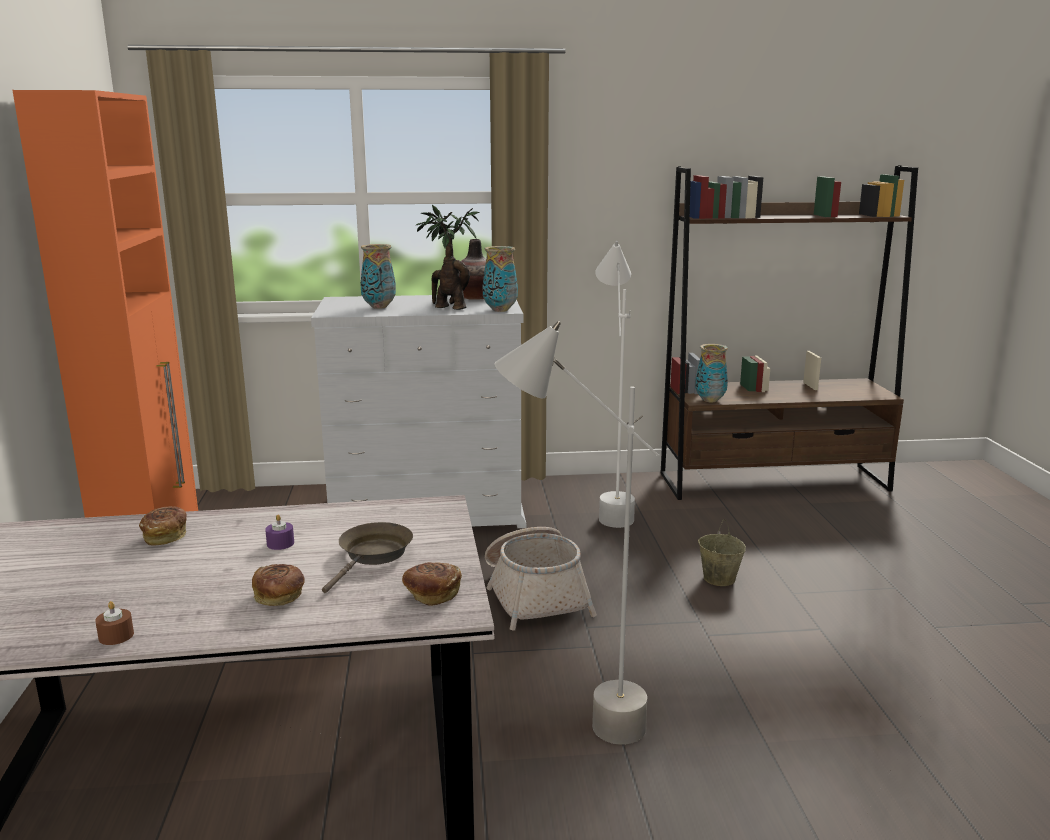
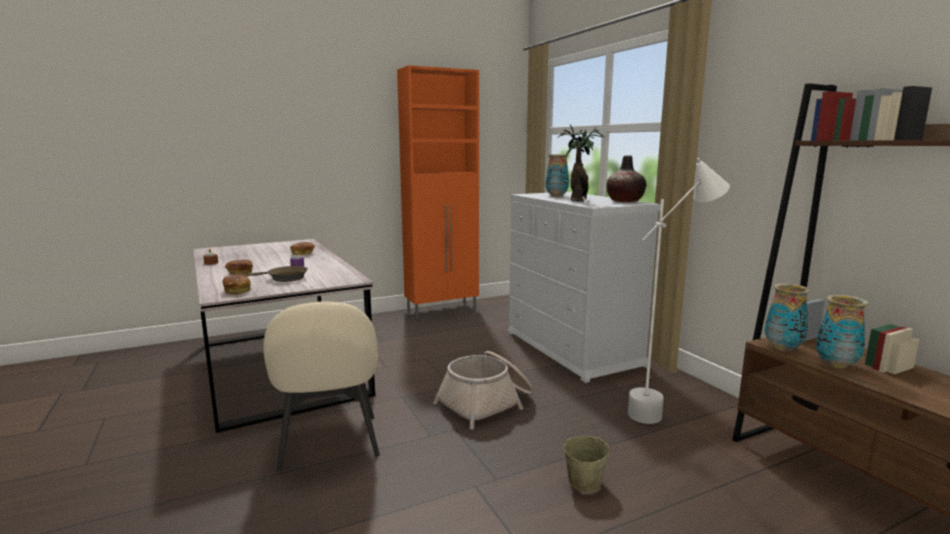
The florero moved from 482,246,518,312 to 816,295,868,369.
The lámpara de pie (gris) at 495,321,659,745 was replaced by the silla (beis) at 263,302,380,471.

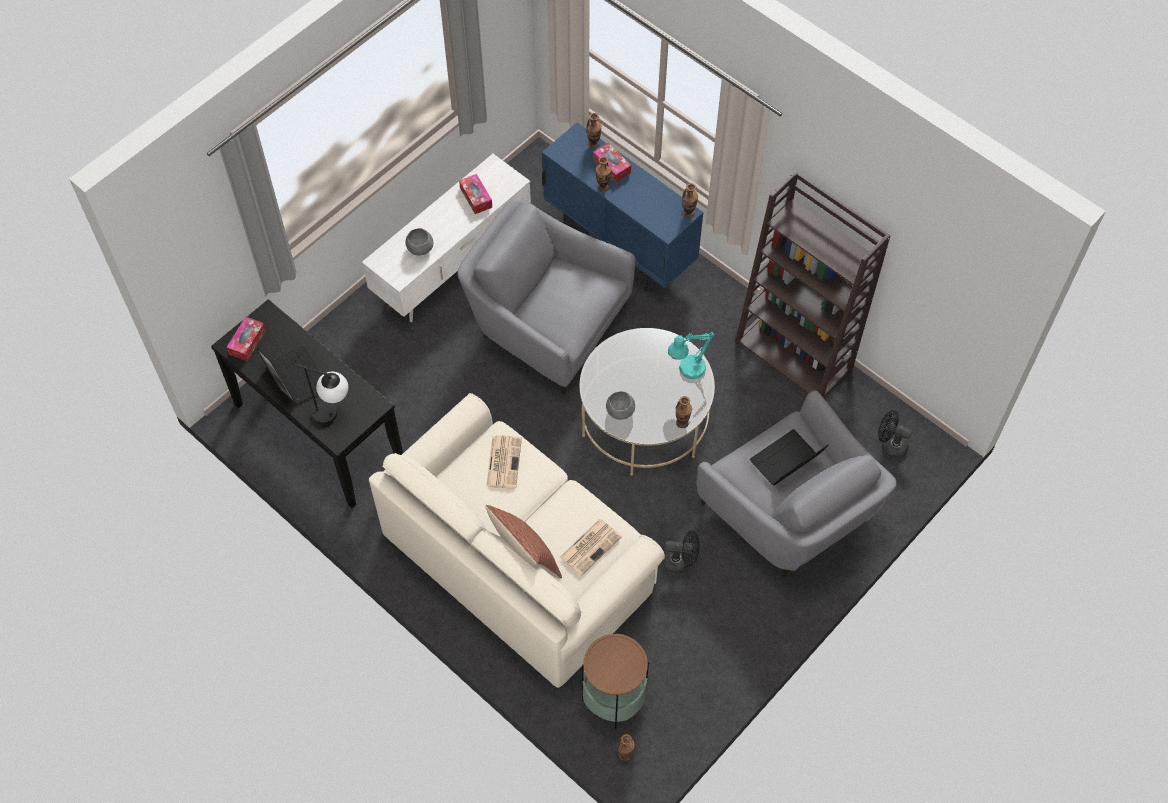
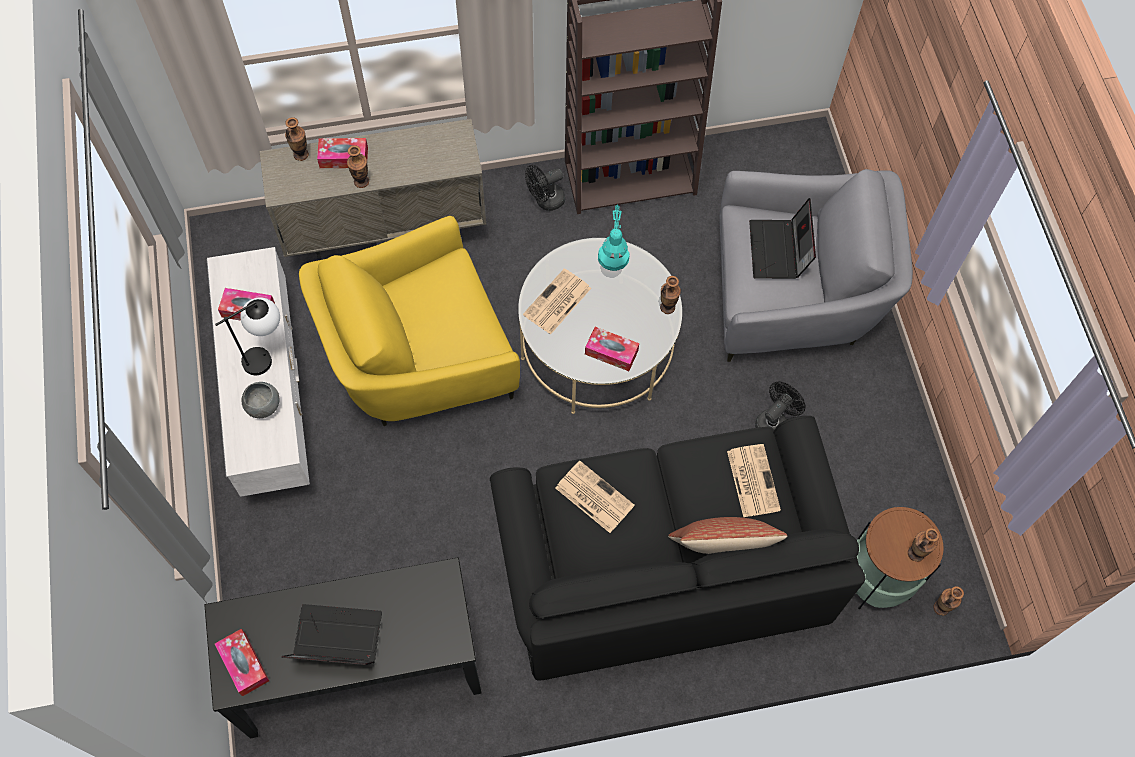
The periódico at 523,268,591,335 appeared.
The lámpara de mesa moved from 296,365,348,425 to 215,297,280,375.
The florero moved from 682,183,698,218 to 908,528,940,562.
The ventilador (negro) moved from 878,410,912,458 to 525,165,565,211.
The cuenco (gris) at 606,391,635,420 was replaced by the caja de pañuelos at 585,327,639,371.
The sofá (beis) at 369,393,665,688 became the sofá (negro) at 490,416,866,681.
The sillón (gris) at 458,198,636,395 became the sillón (amarillo) at 299,216,520,426.
The armario (azul) at 542,122,704,292 became the armario (beis) at 260,119,486,260.

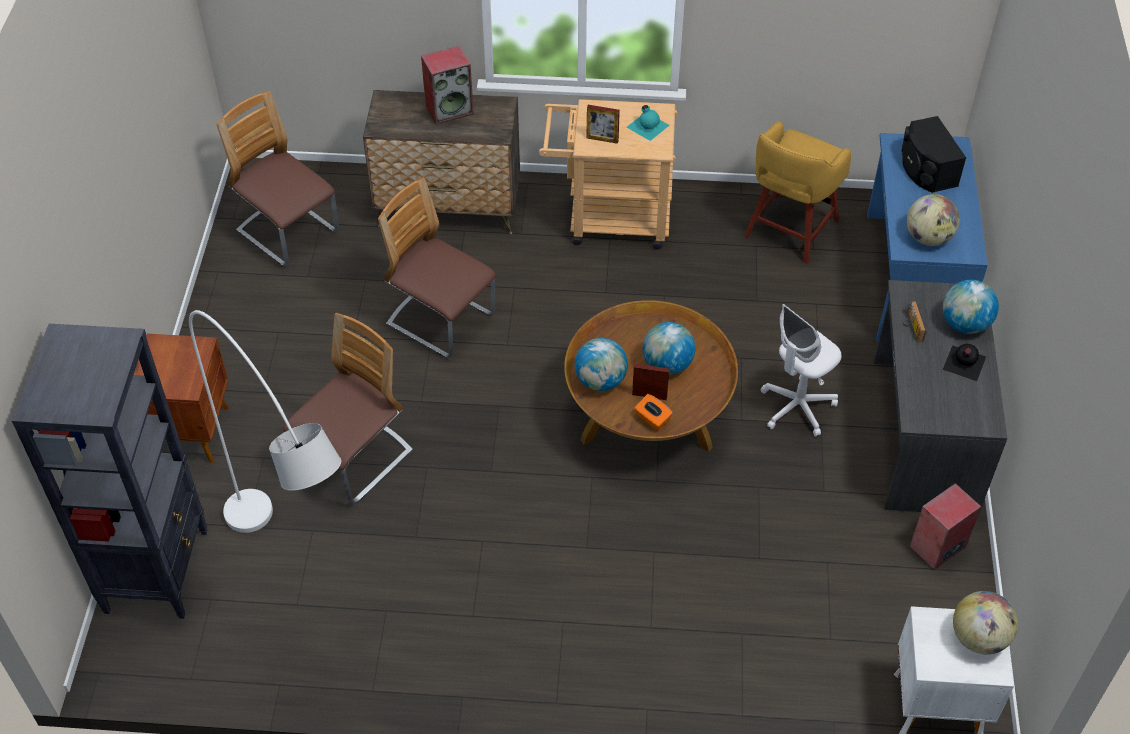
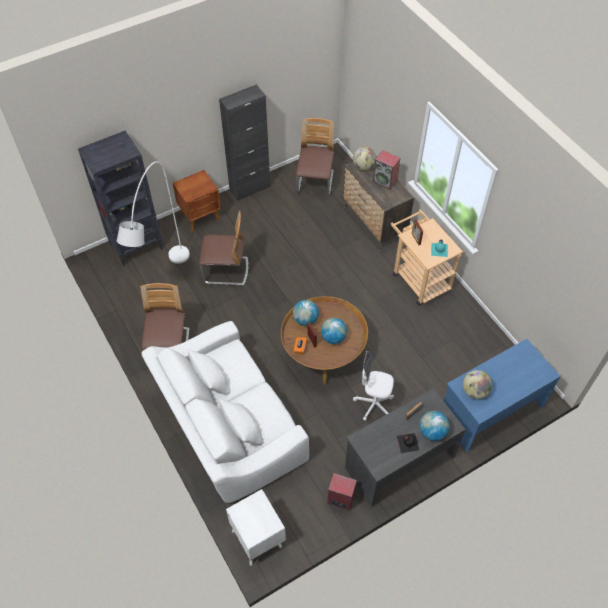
The taburete (amarillo) at 744,121,851,264 disappeared.
The altavoz (negro) at 902,116,966,193 disappeared.
The sofá (blanco) at 142,321,309,503 appeared.
The armario (negro) at 219,85,270,201 appeared.
The silla moved from 378,177,496,358 to 140,283,189,350.
The globo terráqueo moved from 953,591,1018,654 to 353,147,376,171.

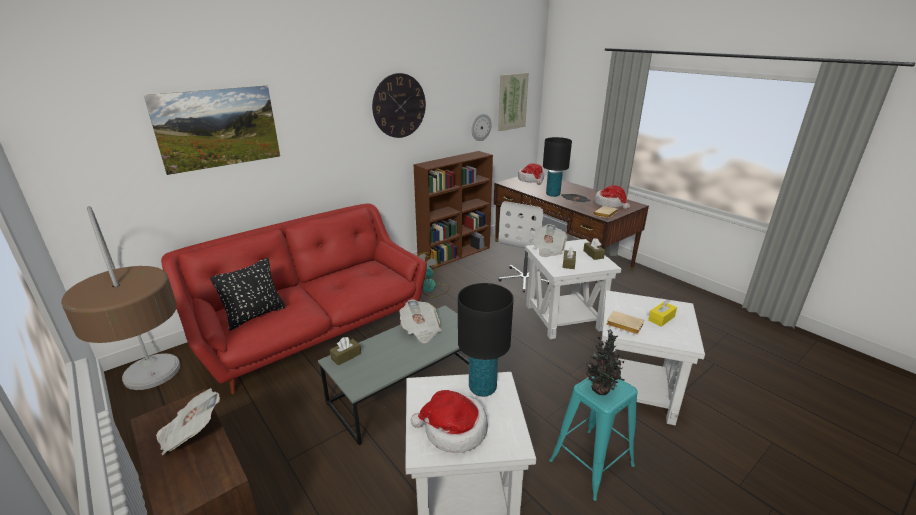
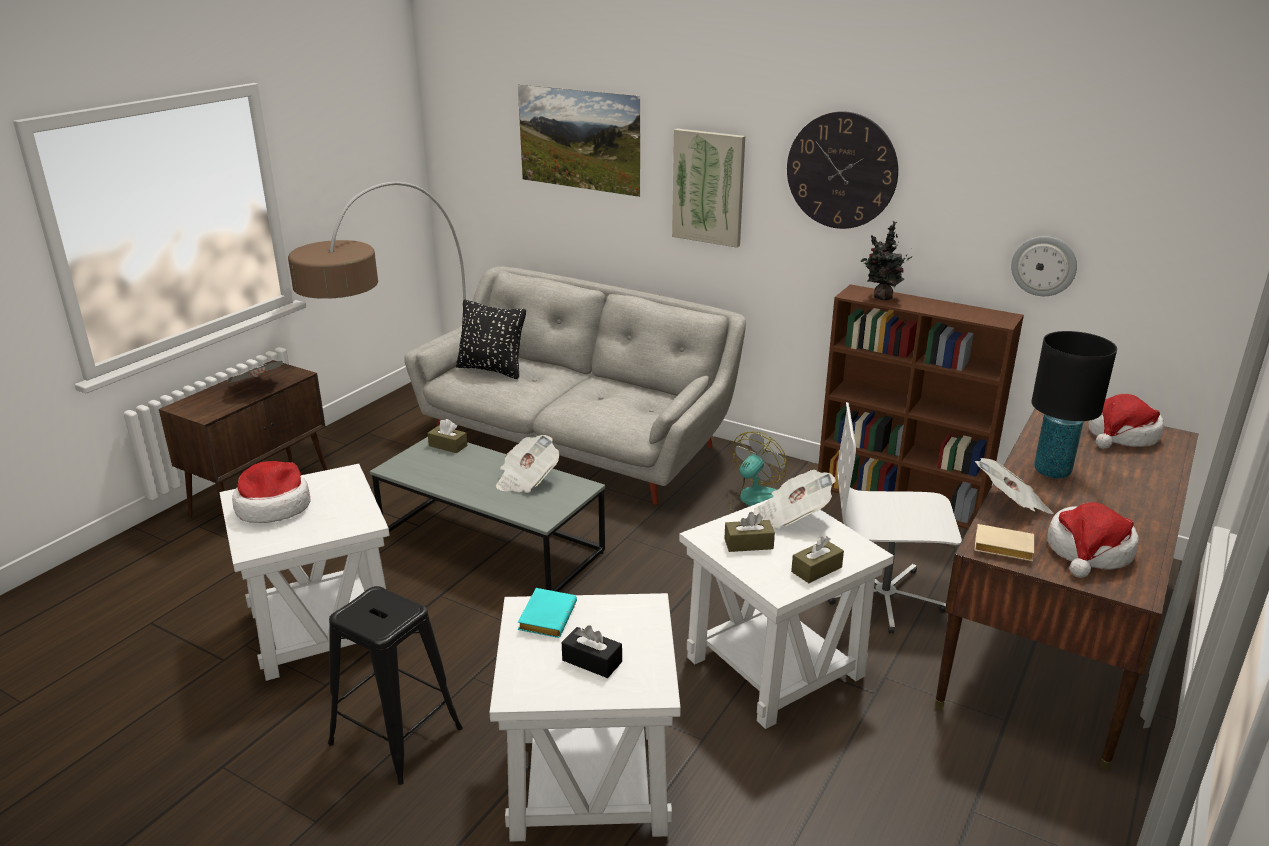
The lámpara de mesa (negro) at 458,283,514,397 disappeared.
The cuadro moved from 498,73,529,131 to 672,129,745,248.
The planta en maceta moved from 585,329,624,395 to 861,221,913,300.
The sofá (rojo) at 161,204,427,394 became the sofá (gris) at 404,266,746,505.
The taburete (turquesa) at 549,375,637,501 became the taburete (negro) at 328,586,463,785.
The libro (beis) at 606,311,644,335 became the libro (turquesa) at 518,588,577,638.
The caja de pañuelos (amarillo) at 648,299,677,327 became the caja de pañuelos (negro) at 562,625,622,678.

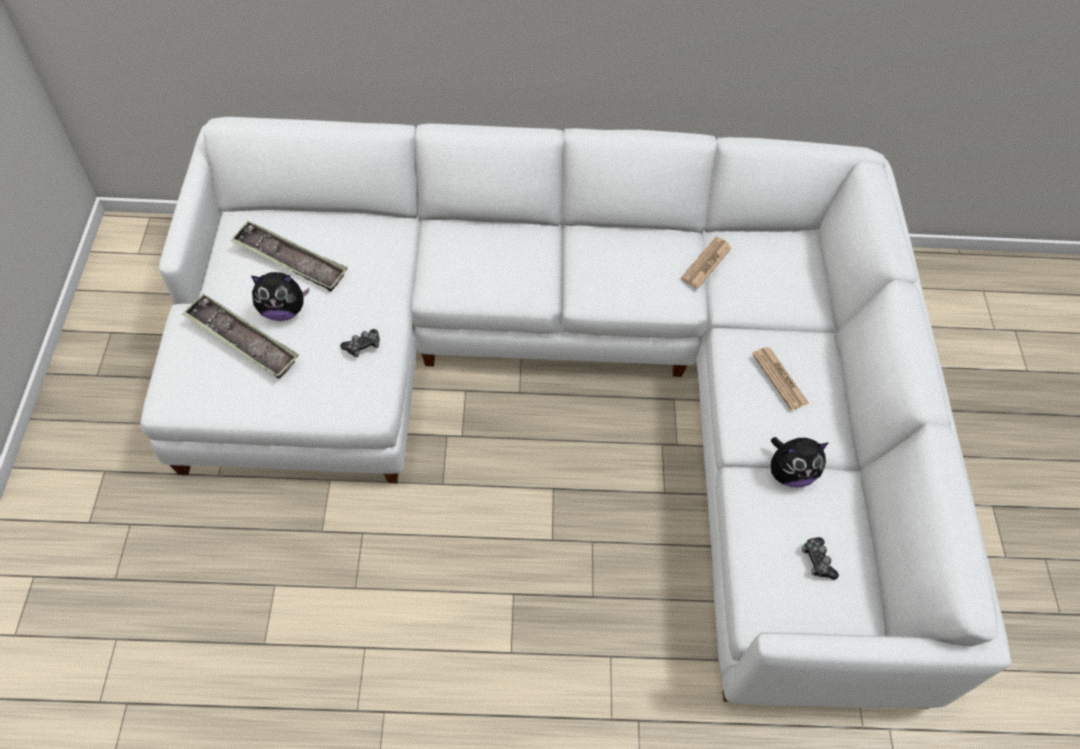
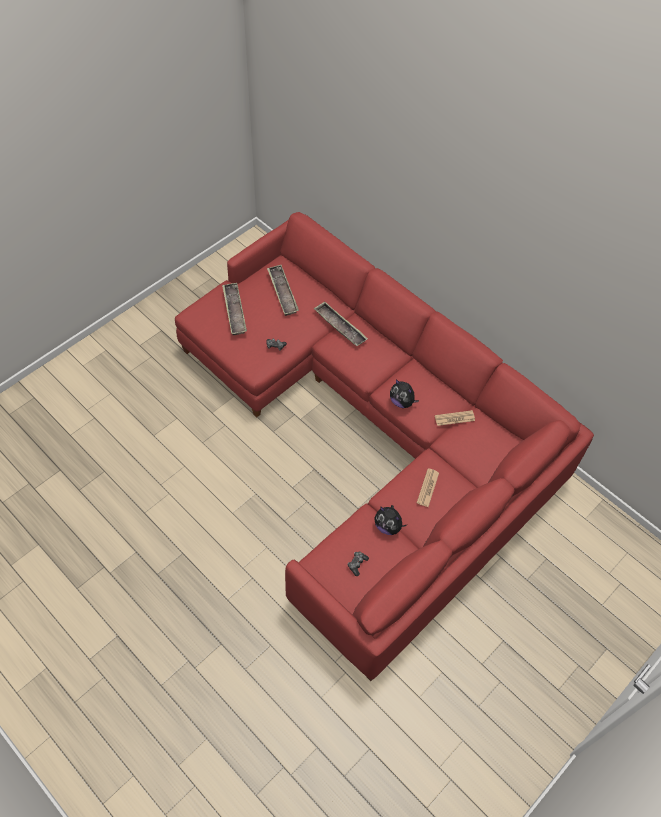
The bandeja at 314,301,368,346 appeared.
The peluche moved from 251,272,309,321 to 390,379,419,408.
The sofá (blanco) at 140,117,1011,709 became the sofá (rojo) at 175,212,594,681.

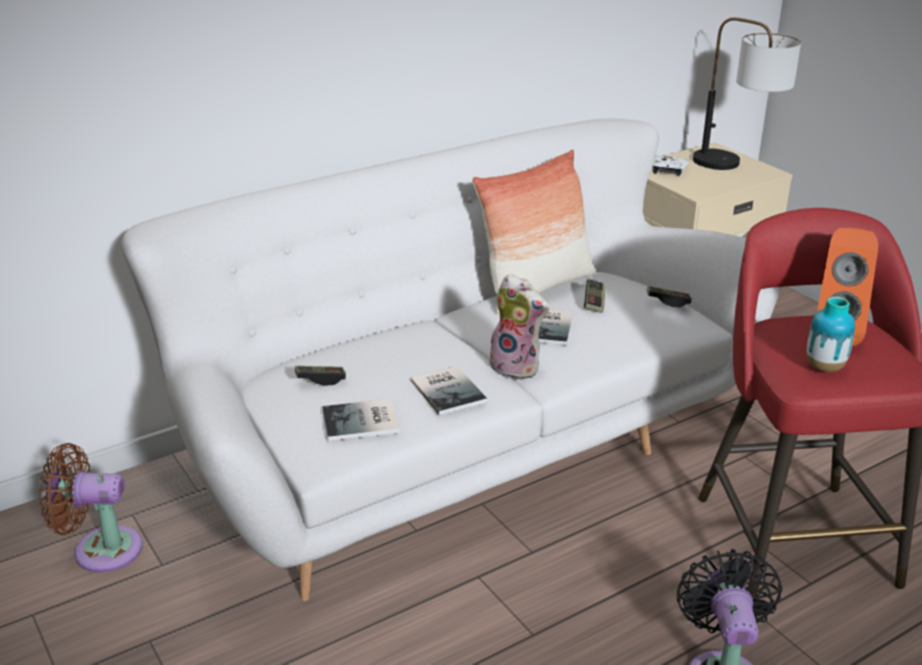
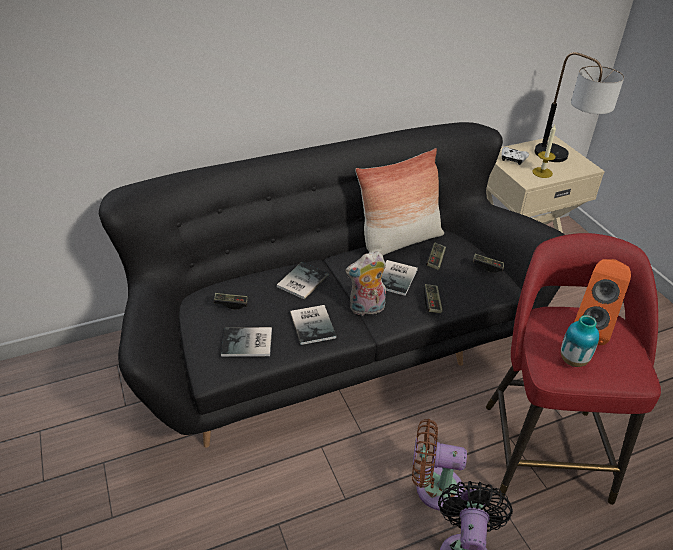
The libro at 277,262,329,299 appeared.
The mando de consola at 424,284,443,313 appeared.
The vela at 532,125,556,178 appeared.
The ventilador (marrón) moved from 39,443,143,573 to 412,419,467,510.
The sofá (blanco) at 121,119,782,601 became the sofá (negro) at 99,122,565,448.
The peluche at 489,274,549,380 turned 120 degrees clockwise.

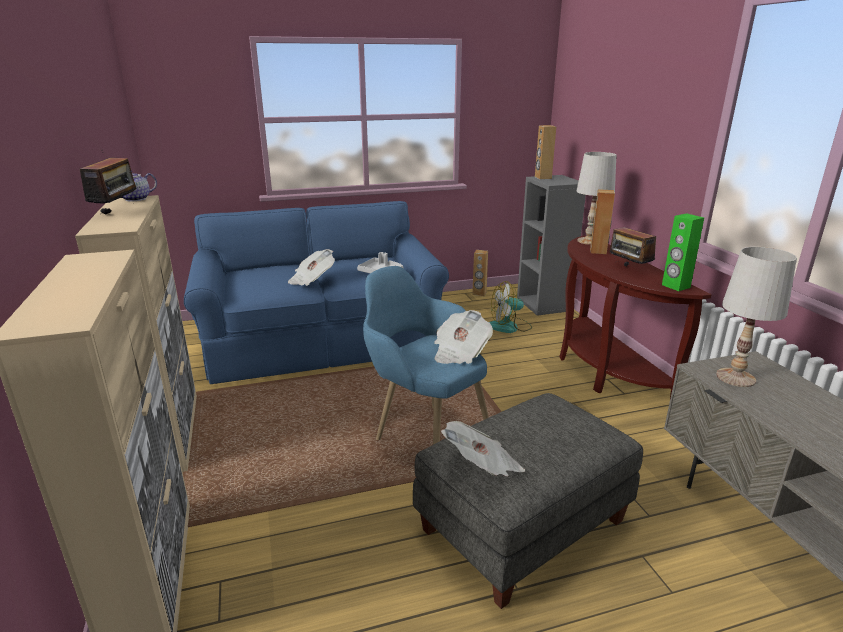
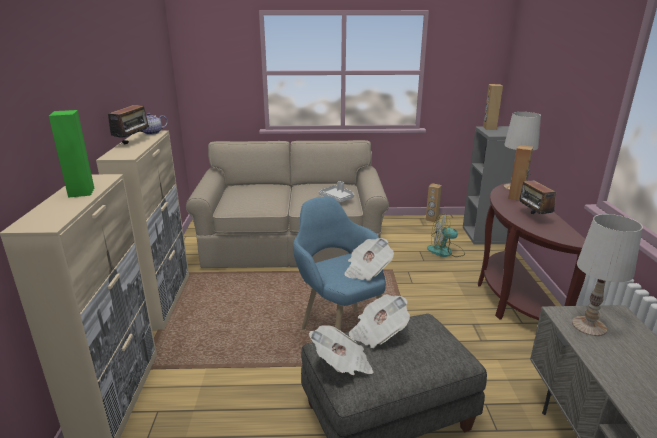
The periódico moved from 288,249,335,286 to 349,294,410,348.
The altavoz (verde) moved from 662,213,704,291 to 49,110,94,198.
The sofá (azul) at 184,201,449,384 became the sofá (beis) at 186,140,389,268.

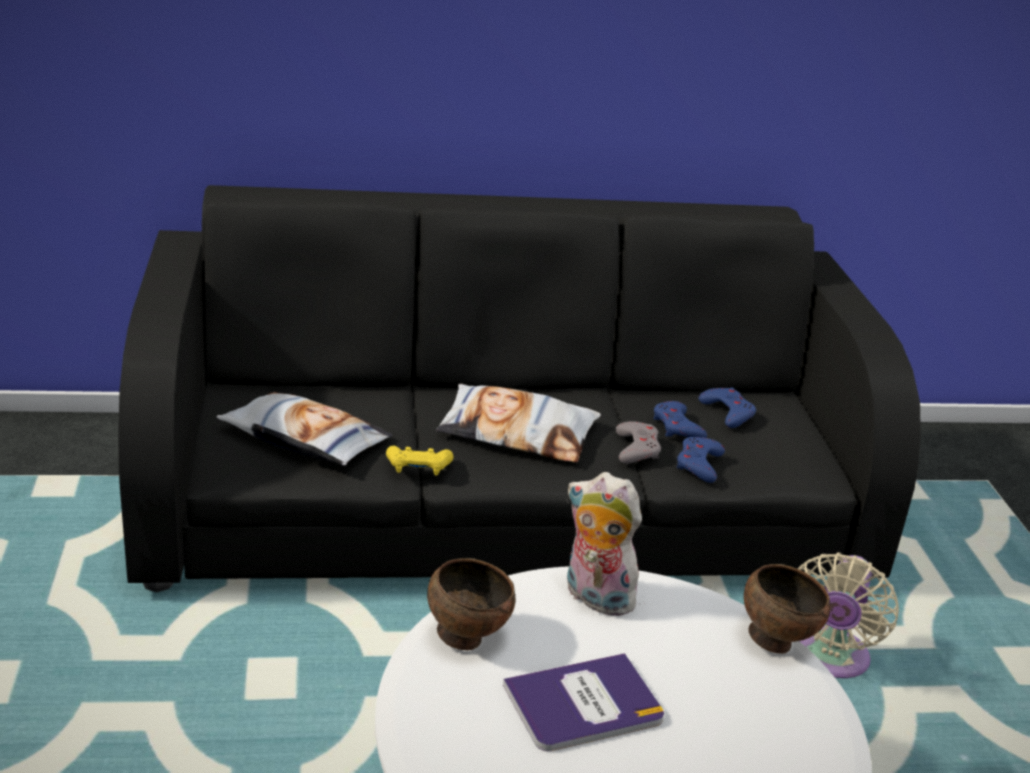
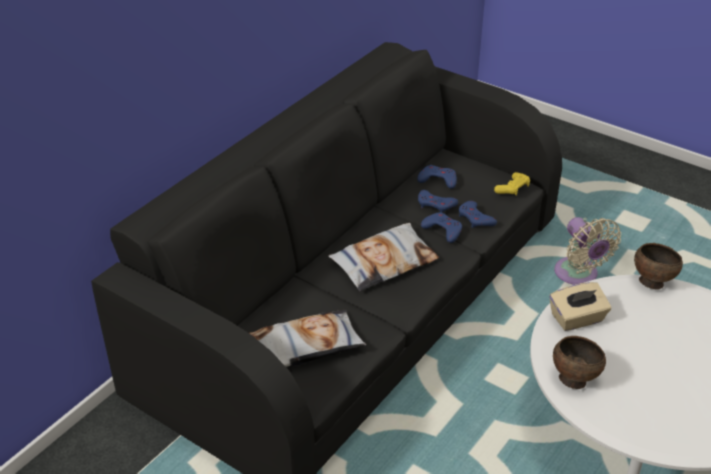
The libro at 503,653,664,751 disappeared.
The mando de consola (amarillo) moved from 386,445,453,476 to 494,172,530,196.
The peluche at 567,472,643,616 was replaced by the caja de pañuelos (beis) at 550,282,611,331.
The mando de consola (gris) at 616,421,661,464 became the mando de consola (azul) at 421,212,462,243.

